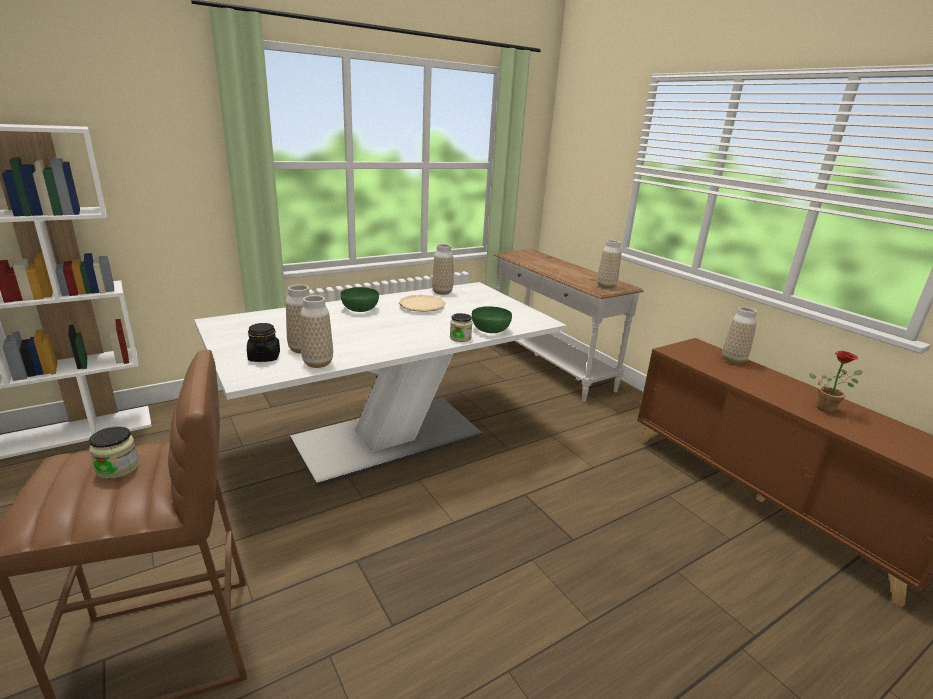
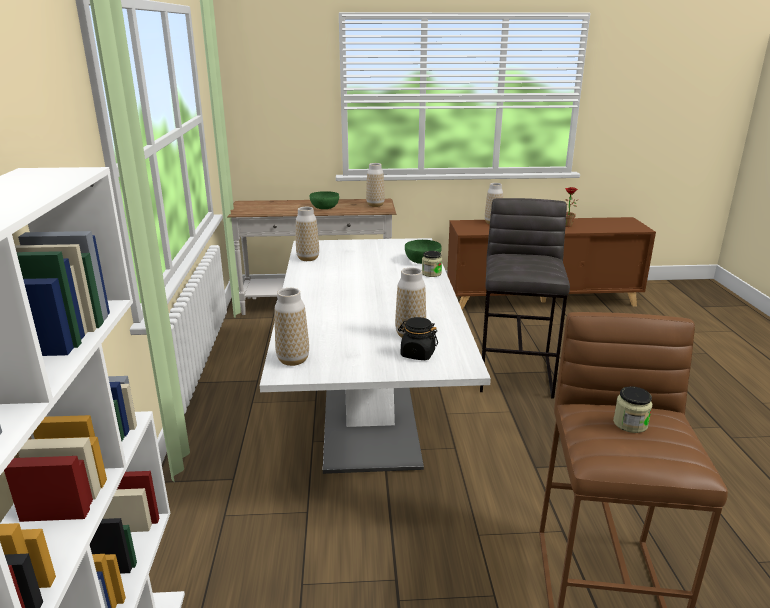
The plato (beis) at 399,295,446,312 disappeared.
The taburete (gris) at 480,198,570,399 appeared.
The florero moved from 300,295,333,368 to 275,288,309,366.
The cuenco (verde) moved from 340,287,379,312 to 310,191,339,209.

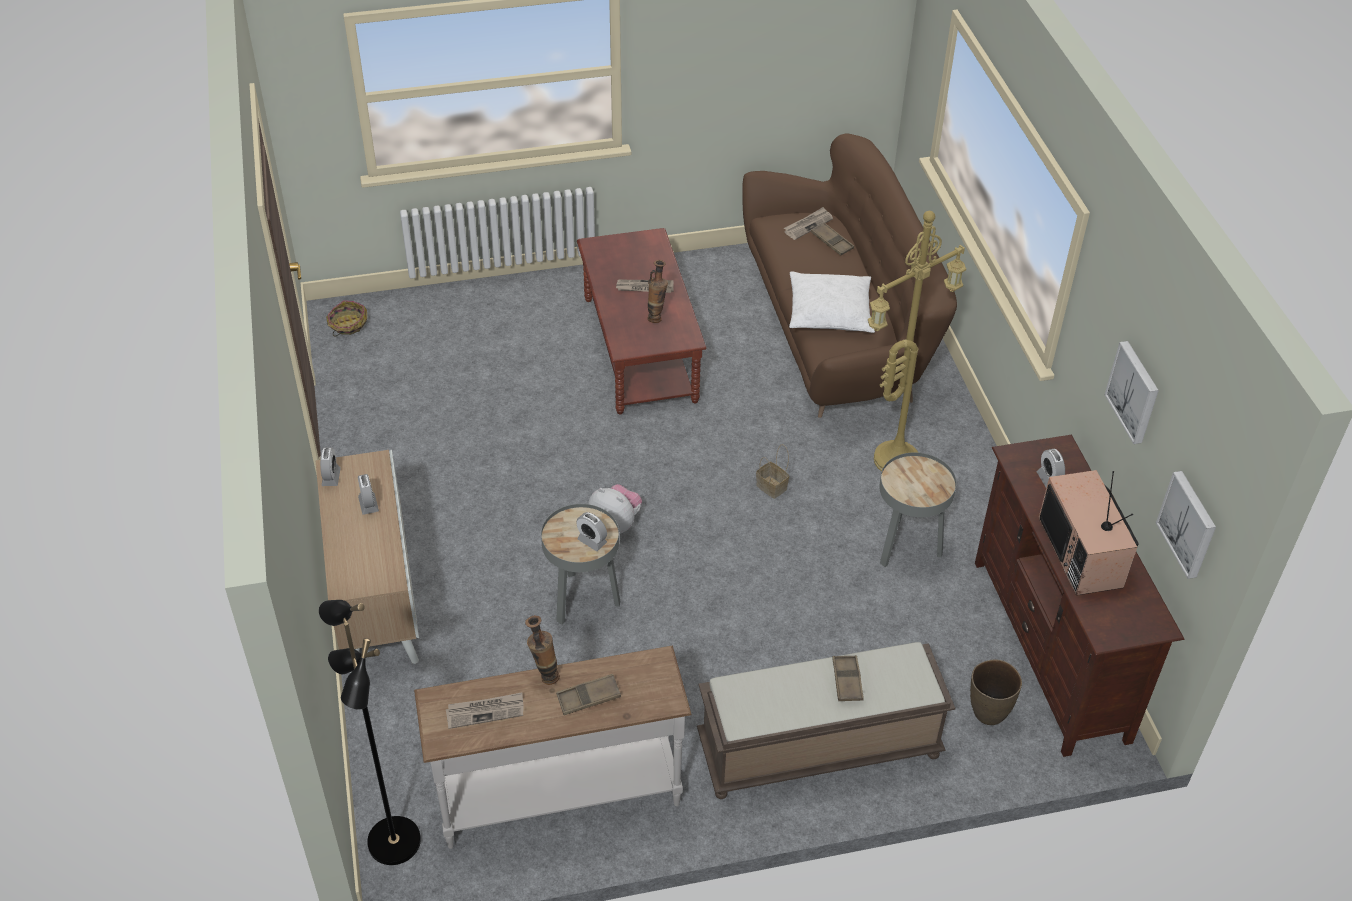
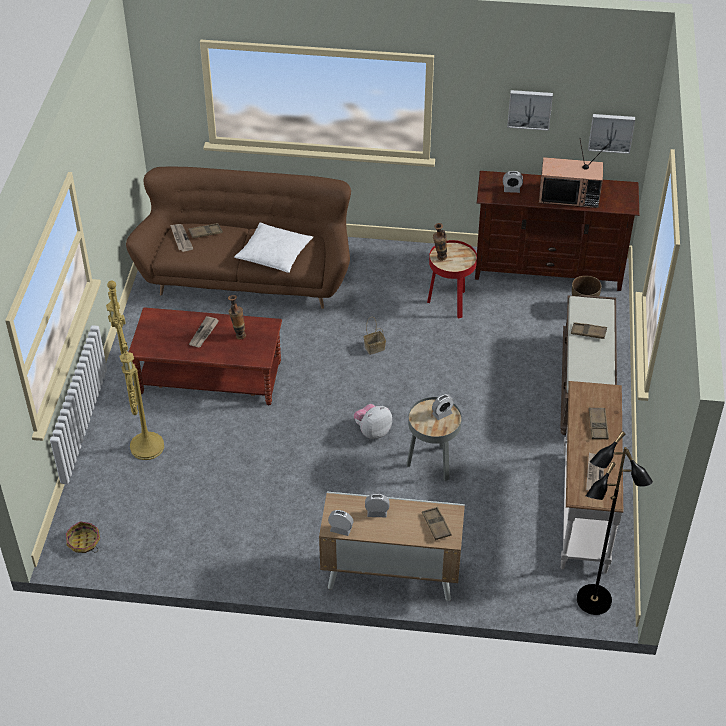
The bandeja (marrón) at 422,507,452,540 appeared.
The florero moved from 525,615,560,685 to 433,223,447,261.
The lámpara de pie (amarillo) moved from 868,211,966,471 to 106,280,164,460.
The mesa auxiliar (gris) at 879,452,956,567 became the mesa auxiliar (rojo) at 427,240,477,319.

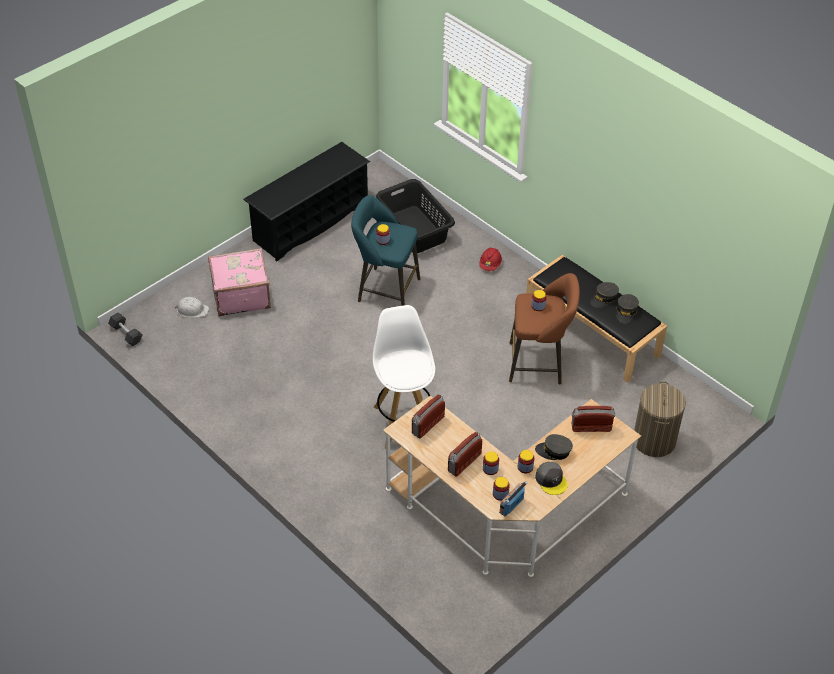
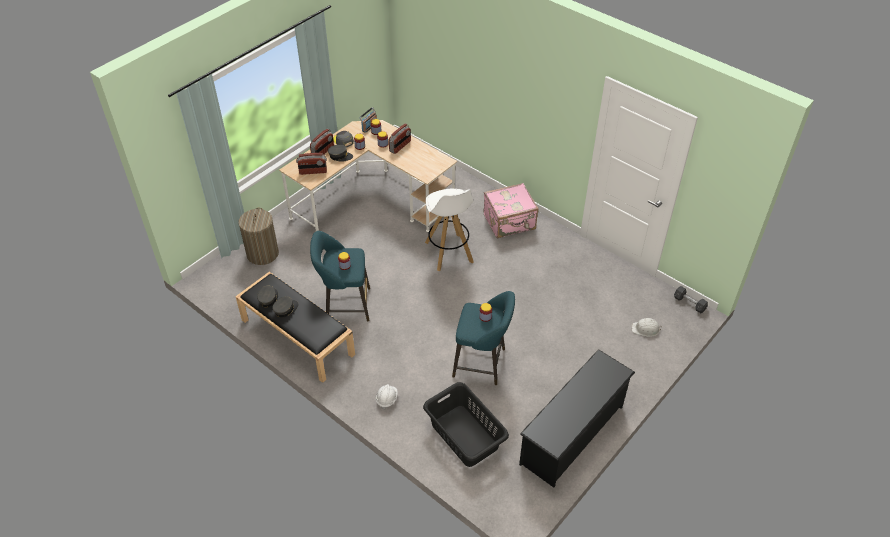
The maleta (rosa) moved from 208,248,271,316 to 484,183,539,238.
The radio moved from 412,395,445,438 to 310,129,334,155.
The casco (rojo) at 479,247,502,271 became the casco (blanco) at 376,384,397,410.
The taburete (marrón) at 509,273,580,384 became the taburete (turquesa) at 310,231,370,322.

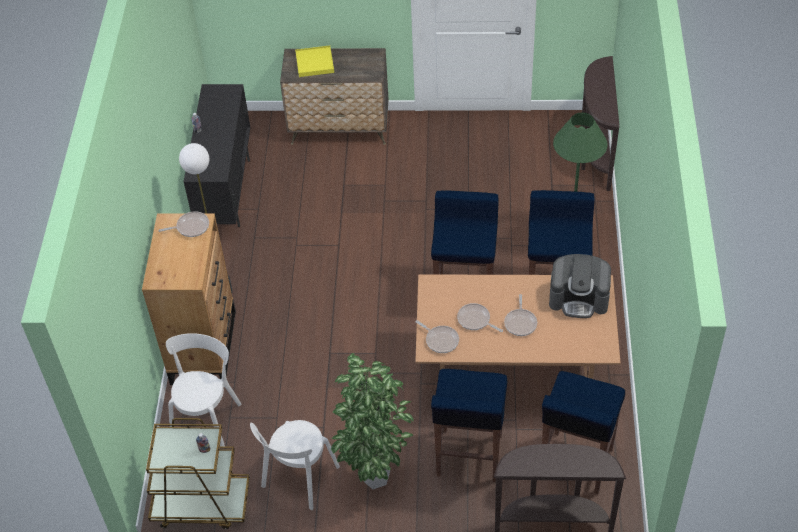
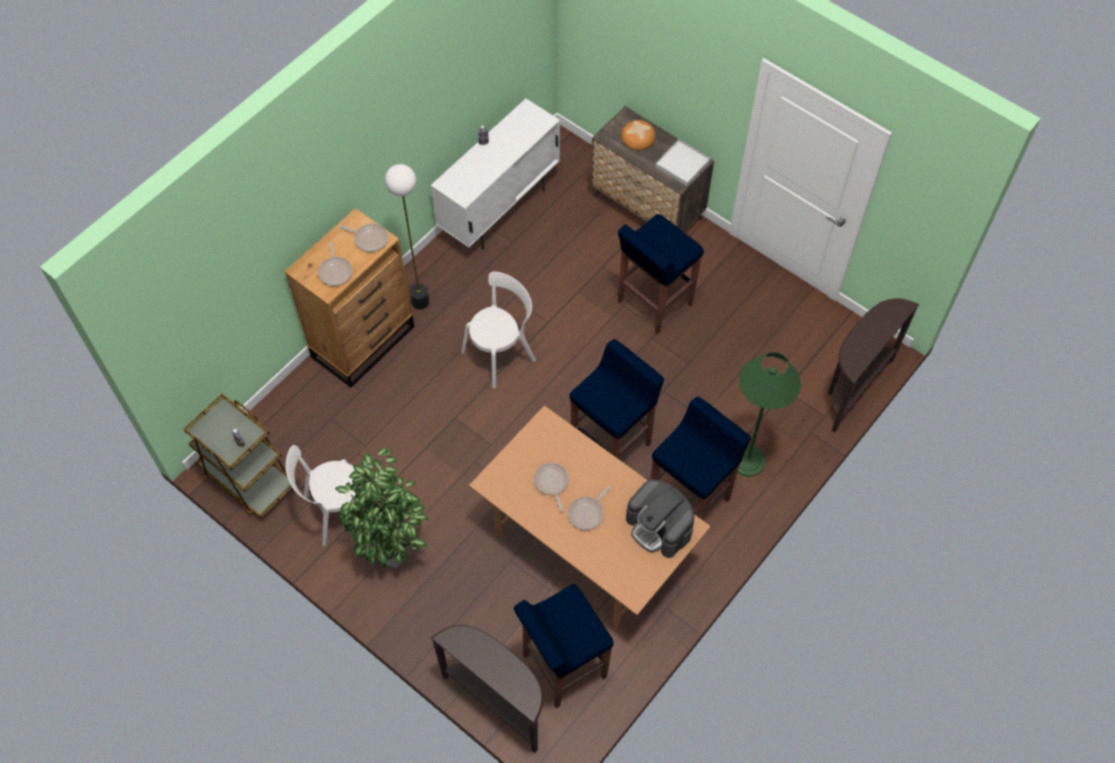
The bandeja (blanco) at 655,139,710,186 appeared.
The silla (blanco) moved from 166,333,242,446 to 461,272,536,388.
The sartén moved from 415,320,459,353 to 318,242,352,286.
The taburete (azul) moved from 431,369,507,482 to 618,214,704,335.
The bandeja (amarillo) at 295,45,334,77 was replaced by the pan at 621,120,656,150.
The armario (negro) at 184,84,251,227 became the armario (blanco) at 431,99,560,250.

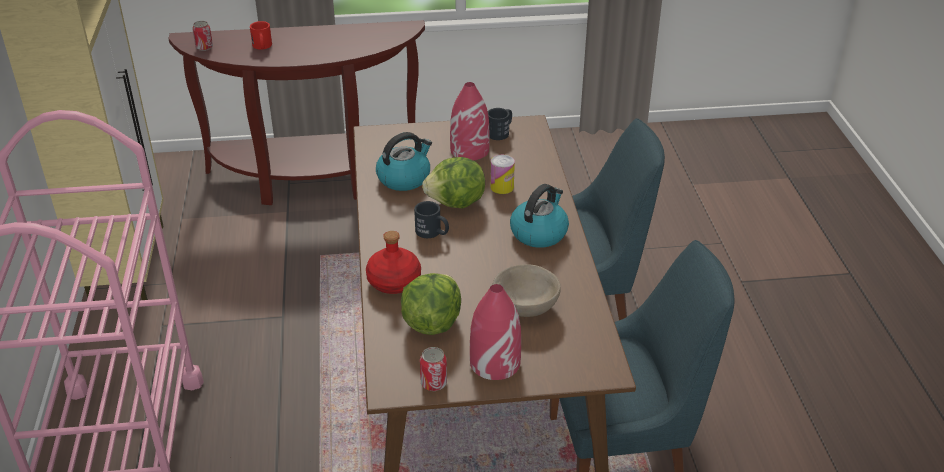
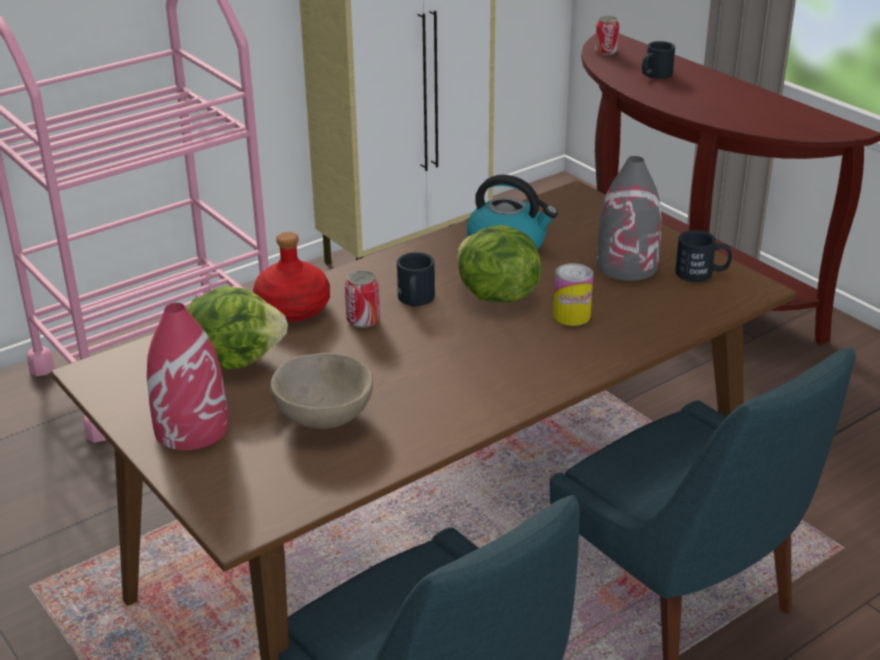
The hervidor at 510,184,569,248 disappeared.
The lata moved from 420,347,447,391 to 345,270,380,328.
The taza grande (rojo) at 250,21,272,49 became the taza grande (negro) at 642,41,675,79.
The florero (rojo) at 450,82,490,160 became the florero (gris) at 597,156,662,281.

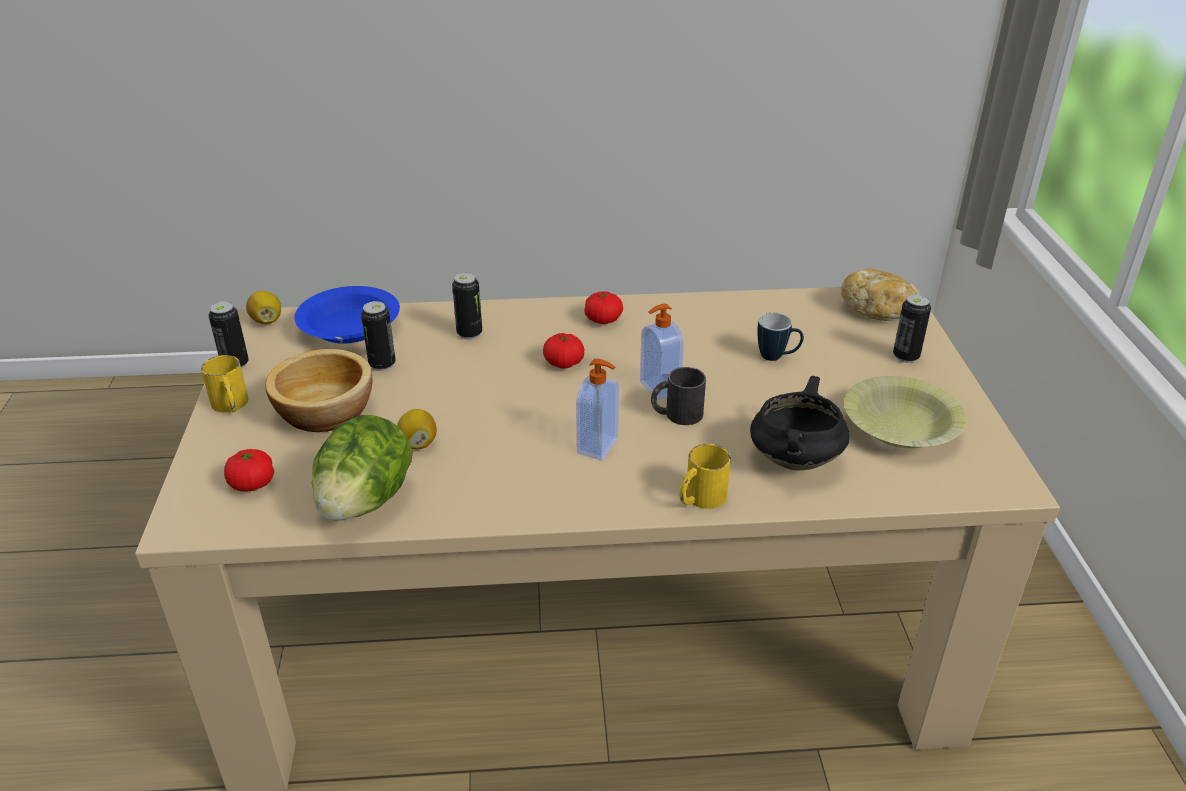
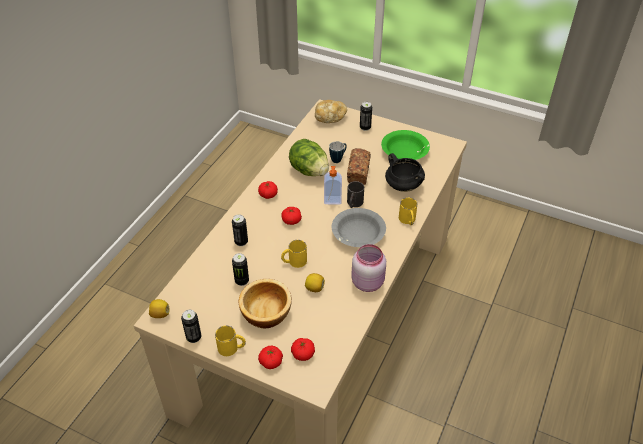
The cuenco (azul) at 294,286,400,344 disappeared.
The tomate at 258,346,283,369 appeared.
The taza grande (amarillo) at 281,240,307,268 appeared.
The pan at 347,148,371,185 appeared.
The tarro (rosa) at 351,244,386,292 appeared.
The lechuga moved from 312,415,413,520 to 289,139,329,176.
The dispensador de jabón at 576,359,619,460 was replaced by the cuenco (gris) at 332,208,386,247.
The cuenco (amarillo) at 844,376,967,448 became the cuenco (verde) at 381,130,430,160.

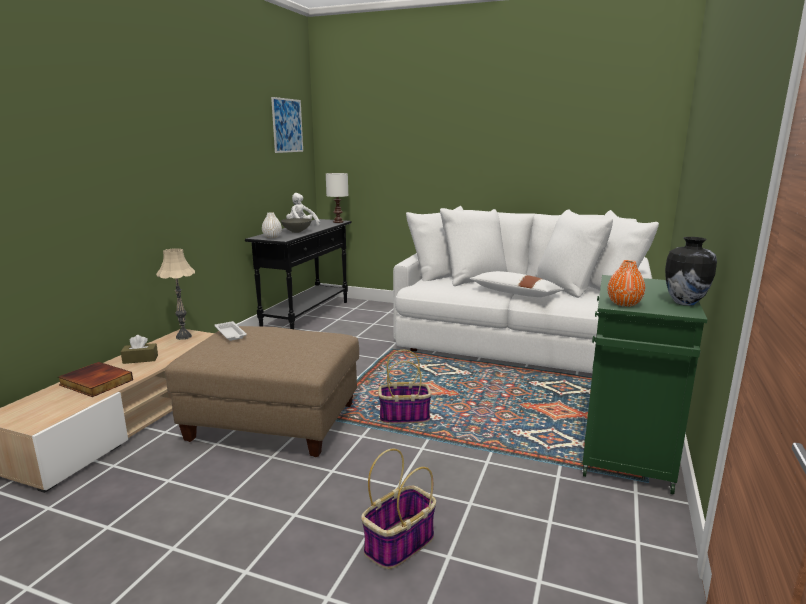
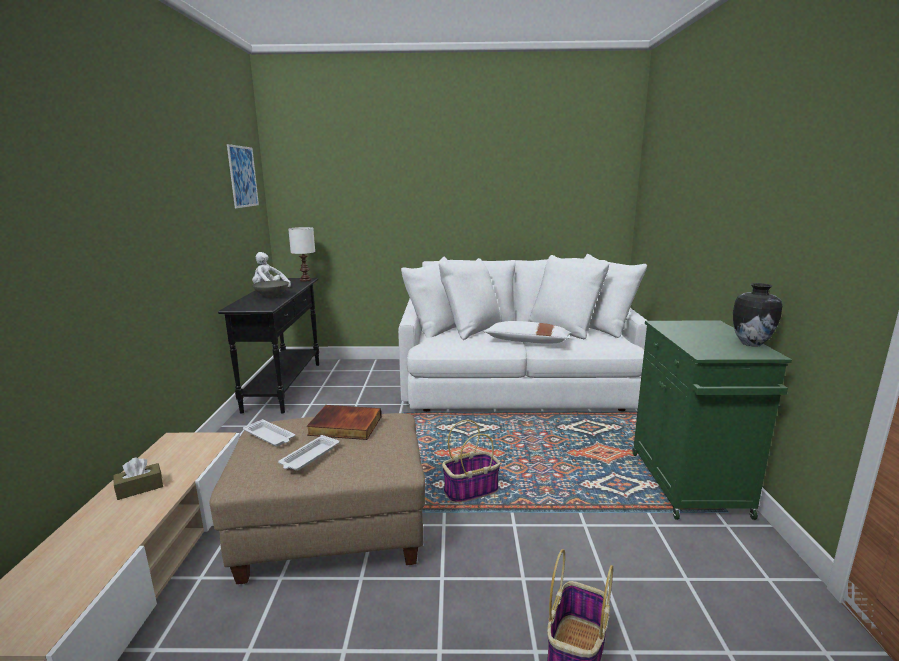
The lámpara de mesa (beis) at 156,248,195,340 disappeared.
The florero (blanco) at 262,212,282,238 disappeared.
The florero (naranja) at 607,260,645,307 disappeared.
The bandeja (blanco) at 278,435,340,471 appeared.
The libro moved from 58,362,133,397 to 307,405,381,440.

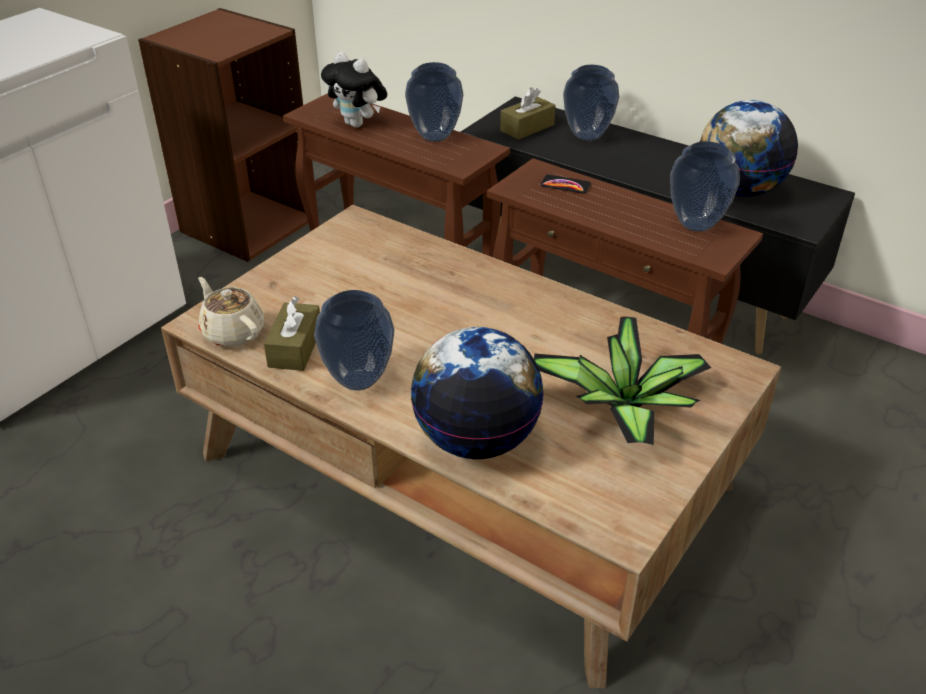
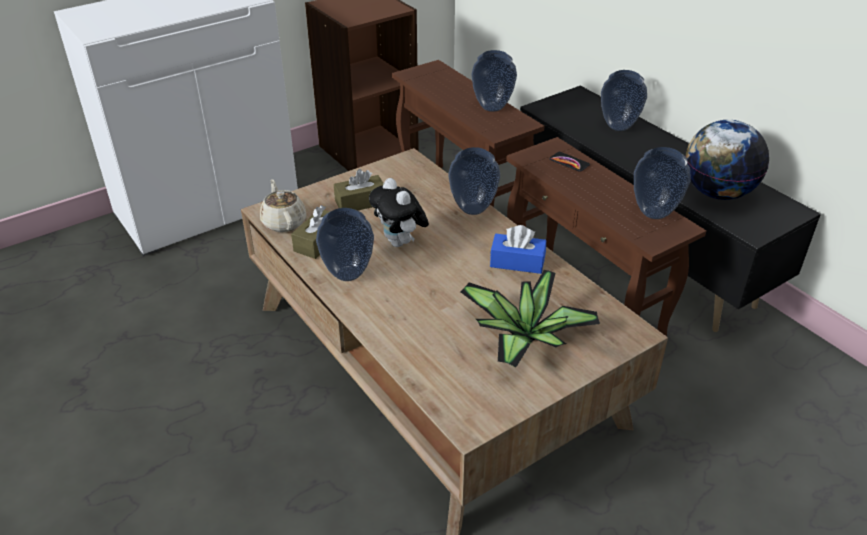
The globo terráqueo at 411,327,544,459 disappeared.
The florero at 448,147,500,215 appeared.
The caja de pañuelos (azul) at 490,225,546,274 appeared.
The peluche moved from 321,51,387,128 to 369,178,429,247.
The caja de pañuelos (marrón) moved from 500,87,555,140 to 334,169,384,211.

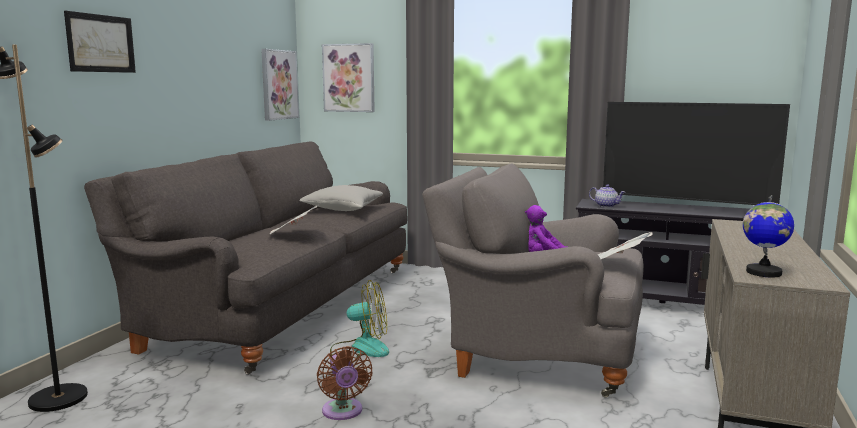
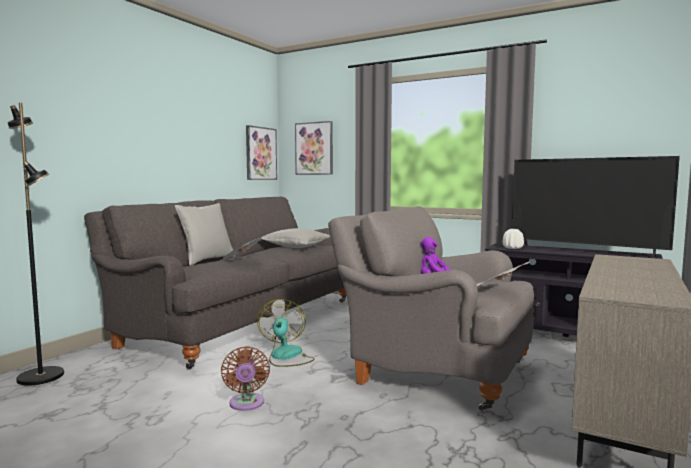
The cuadro at 64,11,136,73 disappeared.
The globo terráqueo at 743,195,794,278 disappeared.
The cojín (gris) at 175,203,236,266 appeared.
The tetera at 589,184,625,208 was replaced by the florero (blanco) at 502,229,524,249.
The ventilador at 330,280,389,362 turned 105 degrees counterclockwise.

